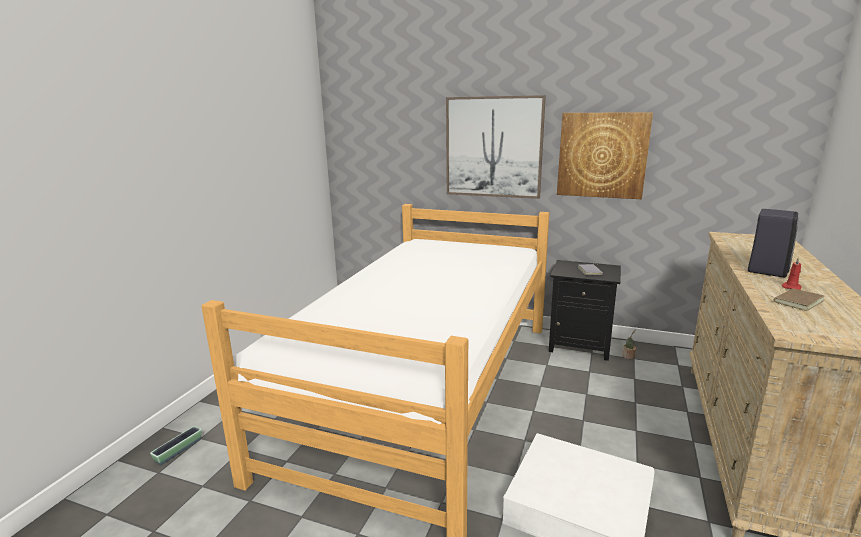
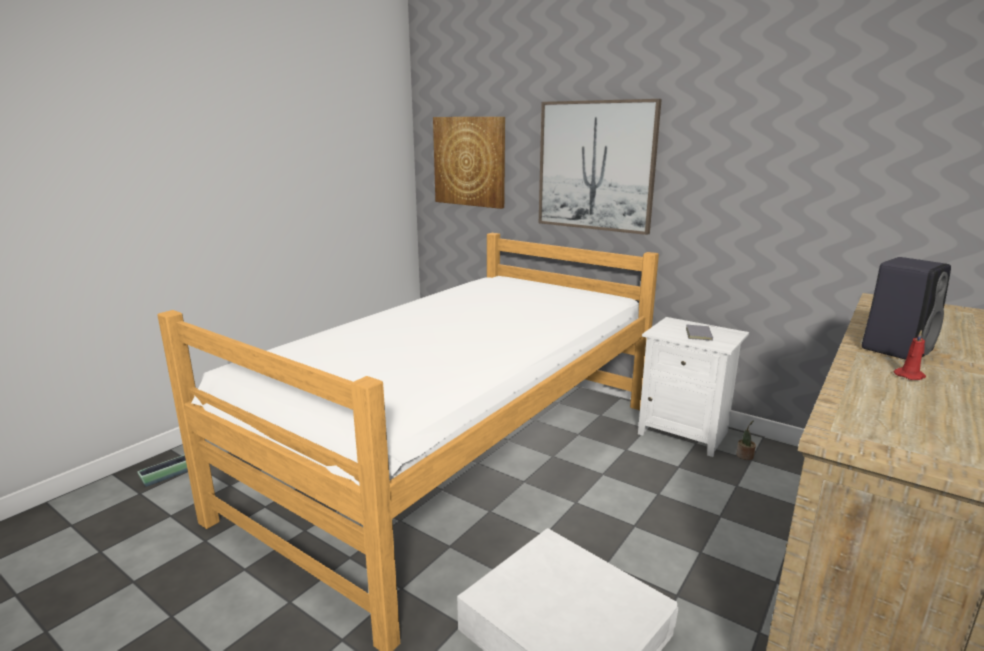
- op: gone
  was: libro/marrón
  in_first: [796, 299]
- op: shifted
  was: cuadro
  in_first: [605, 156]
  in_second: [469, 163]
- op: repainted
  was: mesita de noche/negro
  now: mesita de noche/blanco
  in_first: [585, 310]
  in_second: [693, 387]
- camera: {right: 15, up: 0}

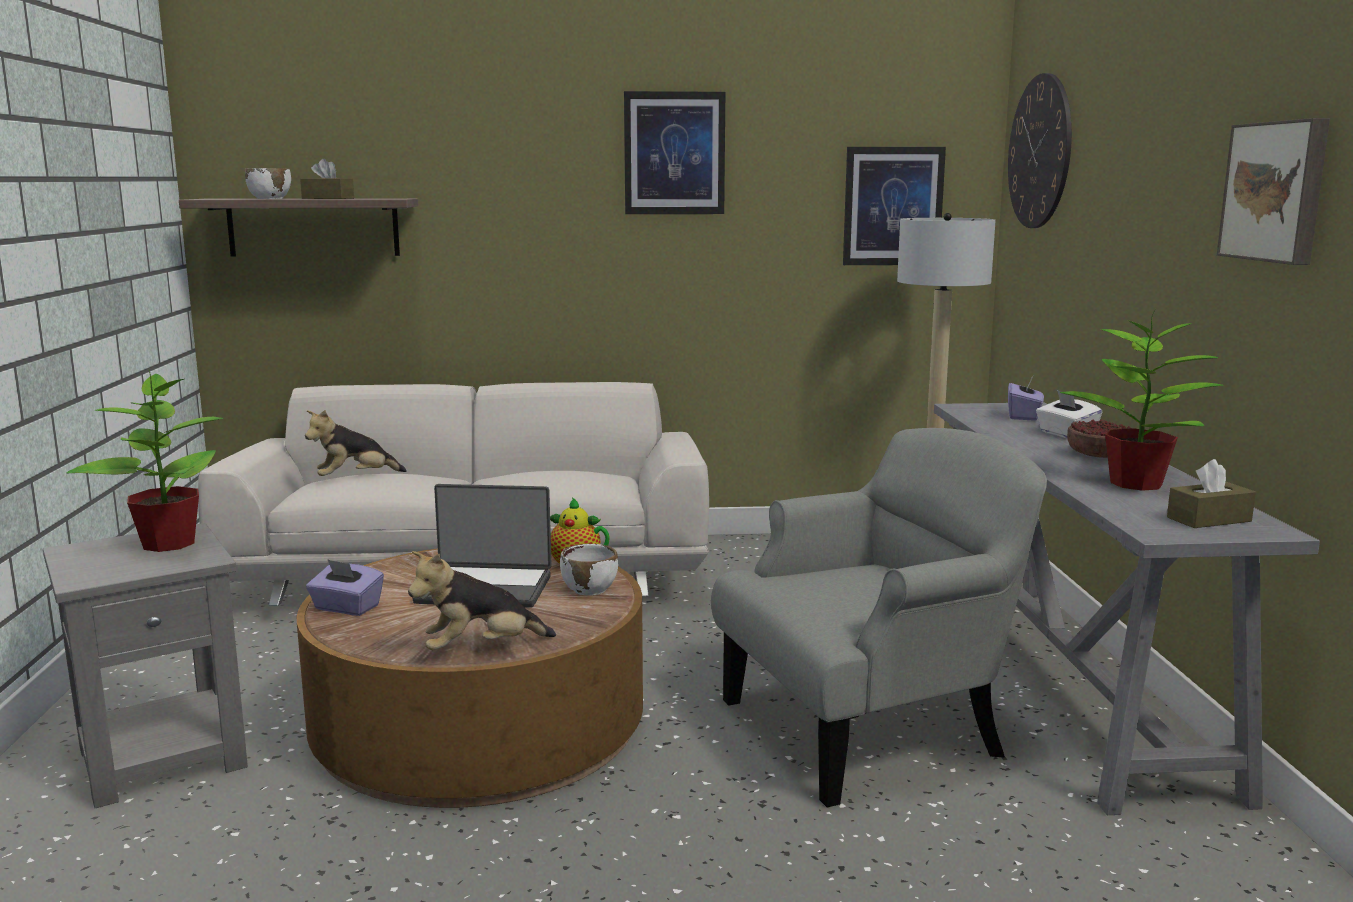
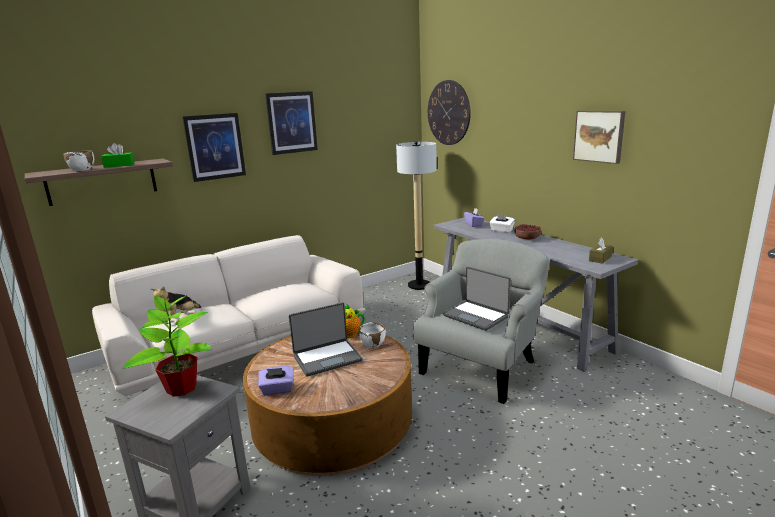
- op: gone
  was: peluche
  in_first: [482, 600]
- op: gone
  was: planta en maceta
  in_first: [1141, 400]
- op: new
  now: portátil
  in_second: [477, 299]
- op: shifted
  was: cuadro
  in_first: [894, 206]
  in_second: [214, 147]
- op: repainted
  was: caja de pañuelos/marrón
  now: caja de pañuelos/verde
  in_first: [327, 179]
  in_second: [118, 155]
- camera: {right: -30, up: 5}

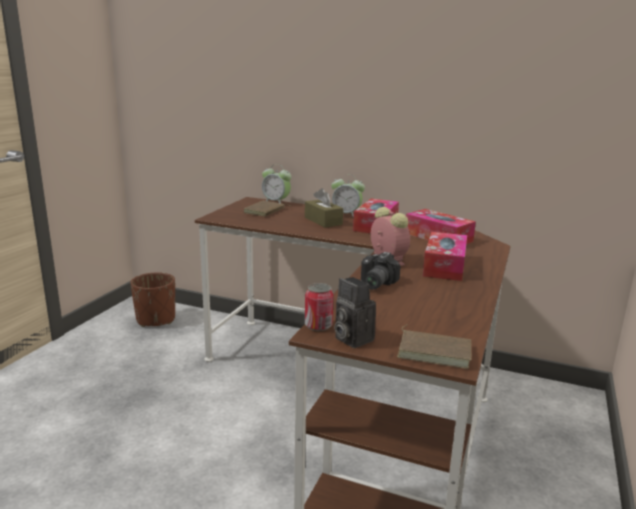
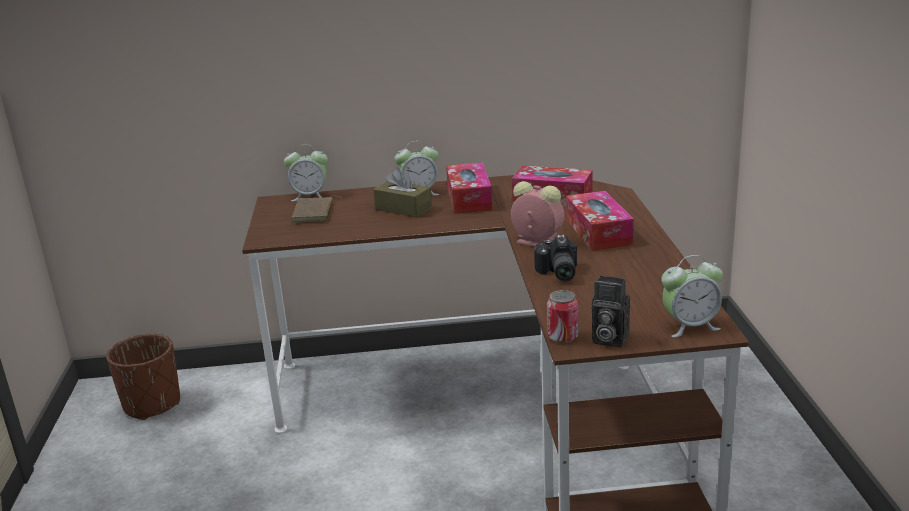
- op: swapped
  was: libro/marrón
  now: despertador
  in_first: [434, 347]
  in_second: [692, 296]
- camera: {right: -25, up: 5}

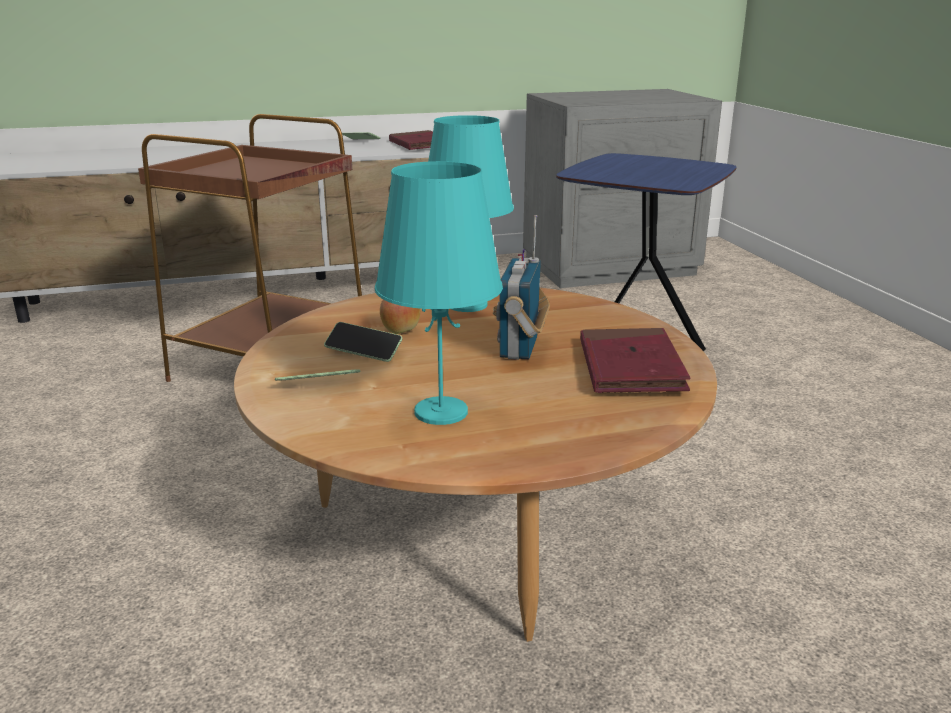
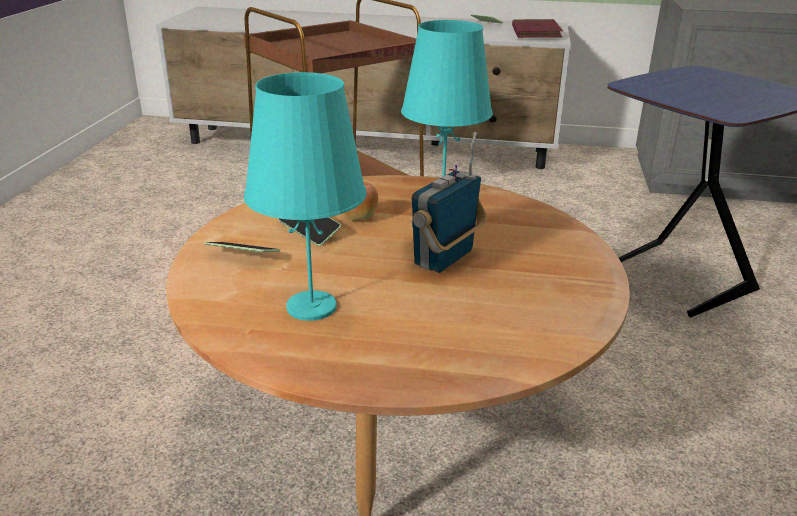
- op: gone
  was: libro/rojo
  in_first: [635, 360]
- camera: {right: 25, up: 5}

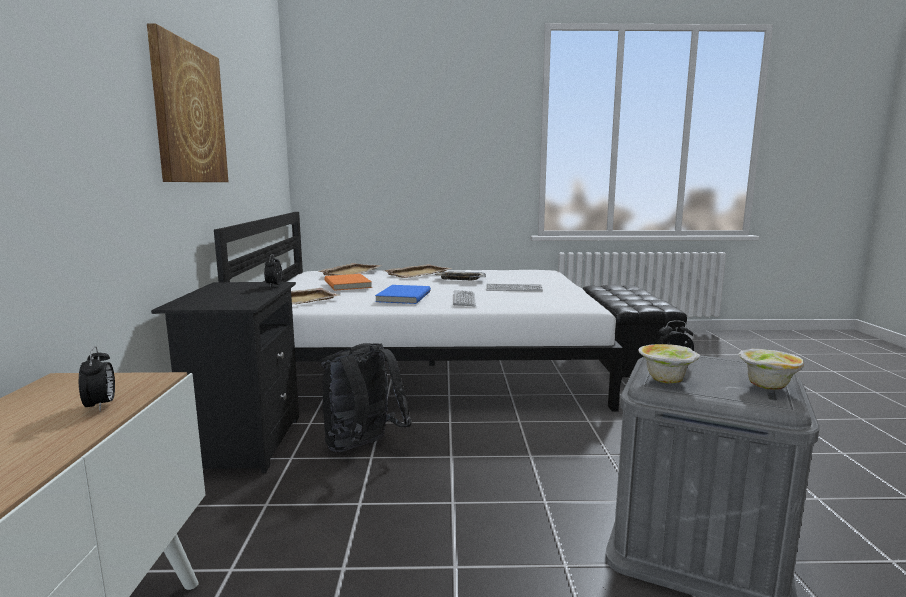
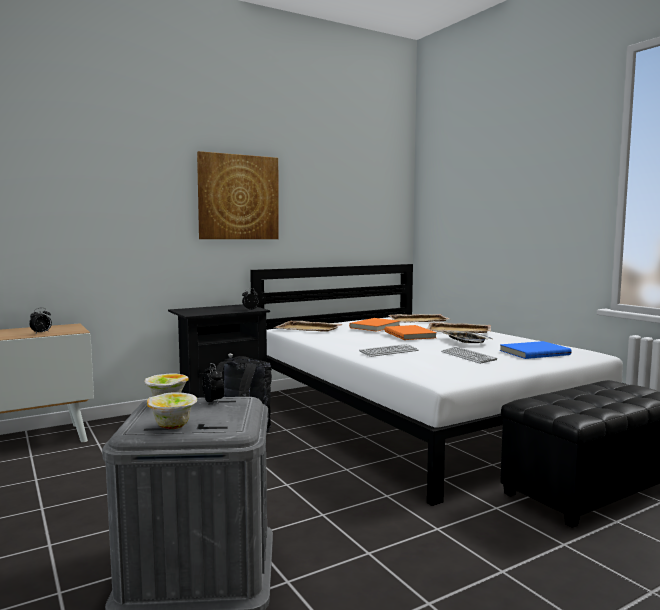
- op: new
  now: libro/naranja
  in_second: [411, 332]
- op: shifted
  was: libro/azul
  in_first: [403, 294]
  in_second: [536, 350]
- camera: {right: 60, up: -5}

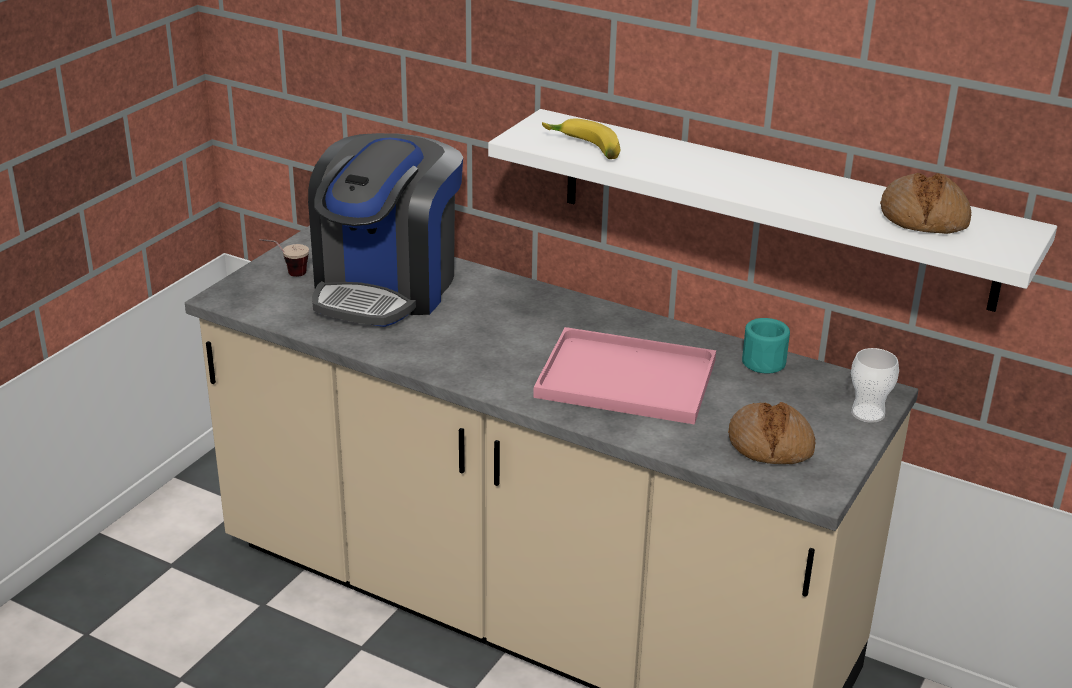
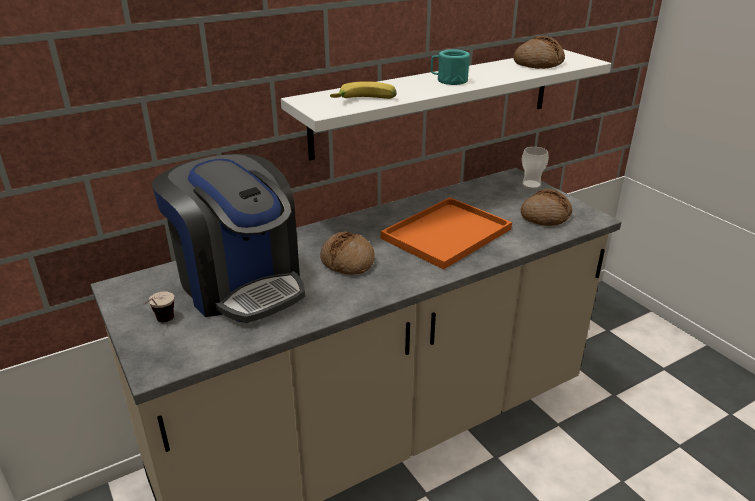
- op: new
  now: pan
  in_second: [347, 253]
- op: shifted
  was: taza grande/turquesa
  in_first: [766, 346]
  in_second: [450, 67]
- op: repainted
  was: bandeja/rosa
  now: bandeja/naranja
  in_first: [624, 376]
  in_second: [446, 233]
- camera: {right: -60, up: 0}

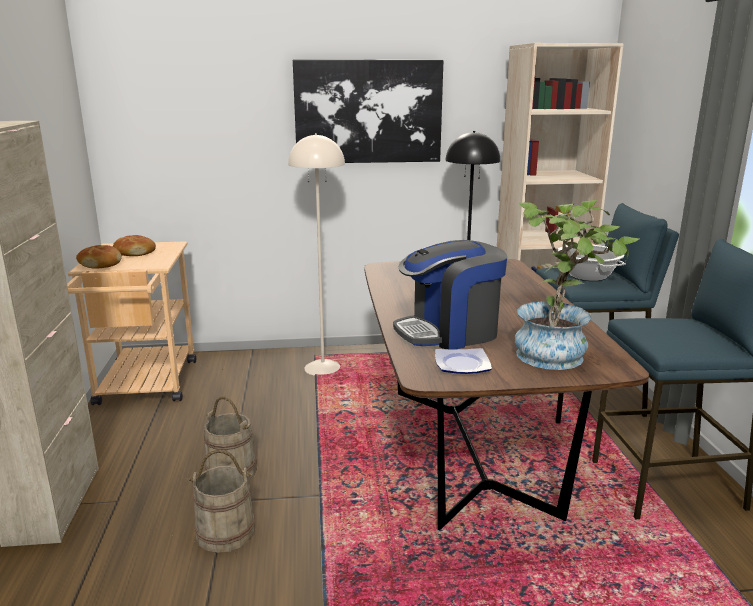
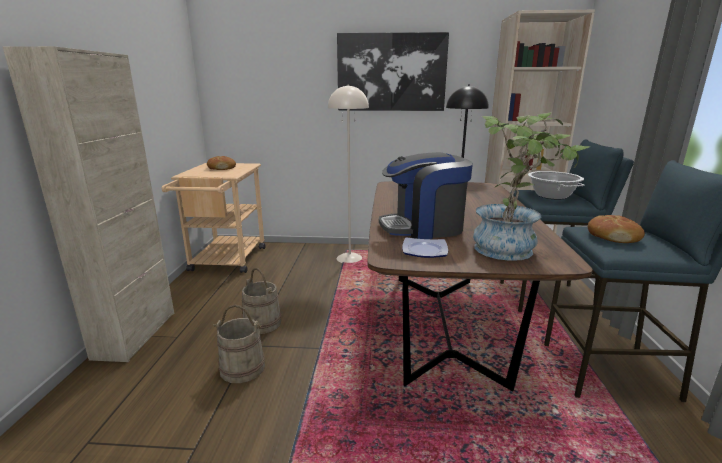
- op: shifted
  was: pan
  in_first: [99, 257]
  in_second: [616, 229]
- camera: {right: 10, up: 0}

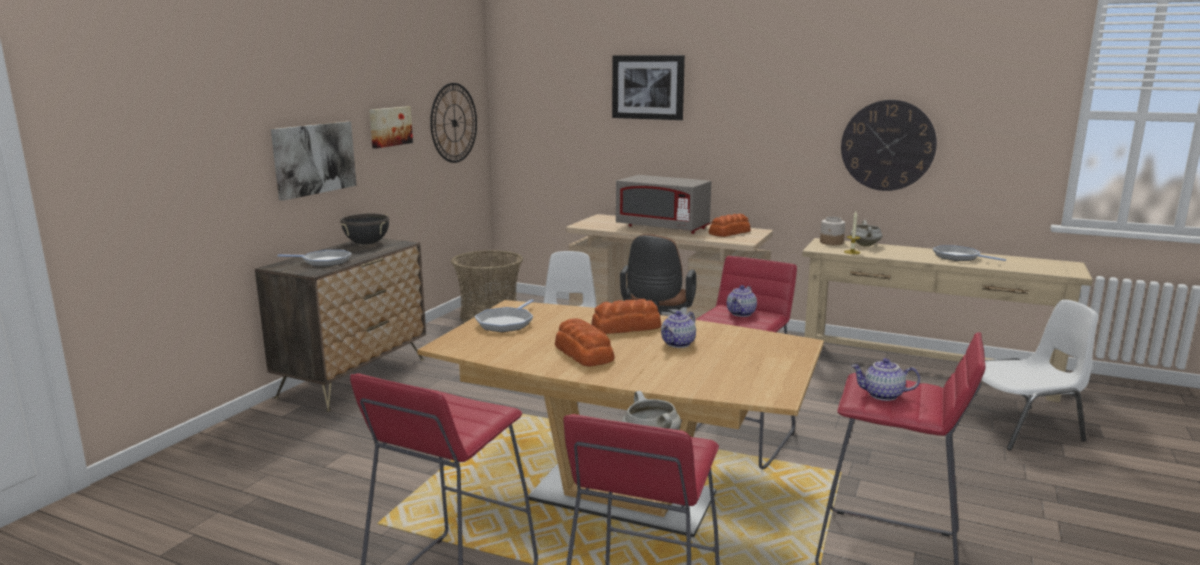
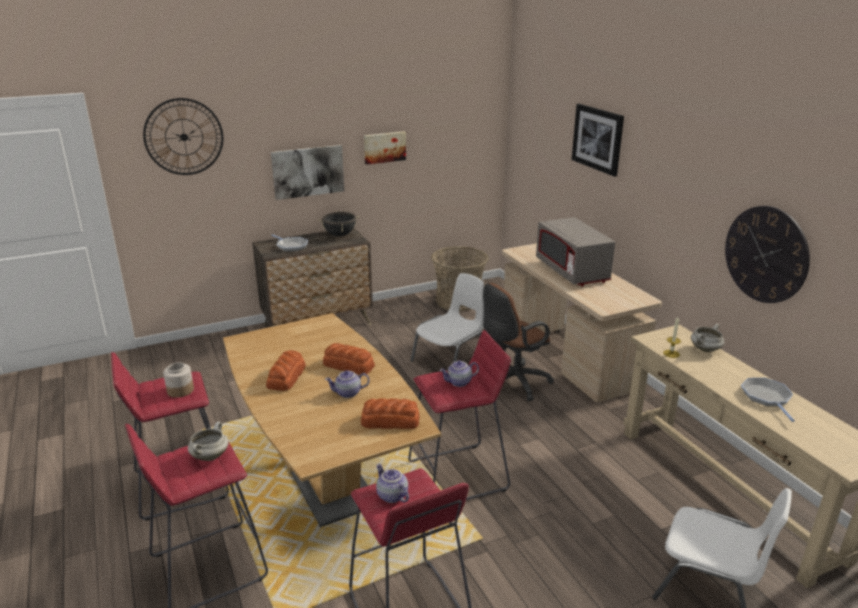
- op: gone
  was: sartén
  in_first: [504, 315]
- op: shifted
  was: reloj de pared
  in_first: [453, 123]
  in_second: [183, 136]
- op: shifted
  was: pan
  in_first: [730, 225]
  in_second: [390, 413]
- op: shifted
  was: tarro
  in_first: [832, 231]
  in_second: [178, 380]
- camera: {right: 40, up: 10}

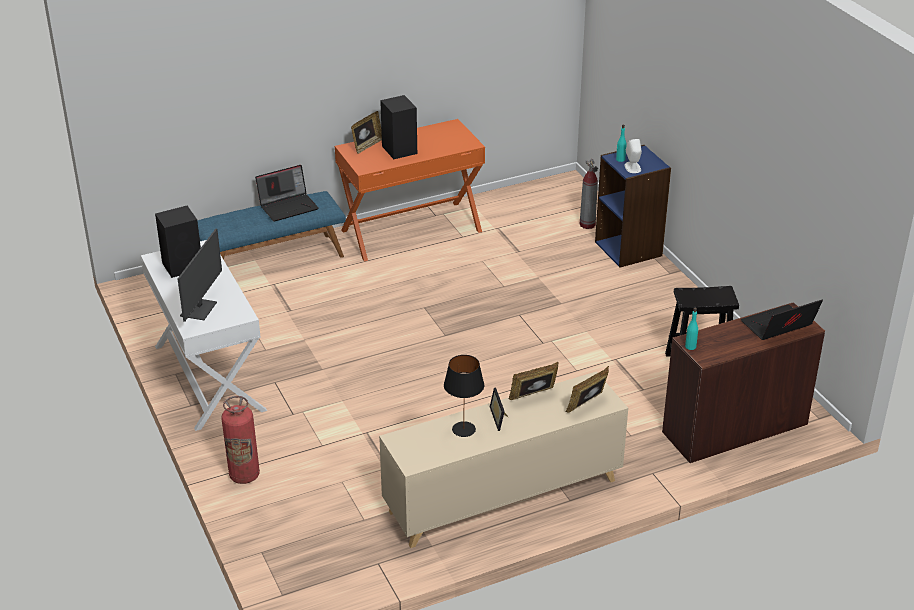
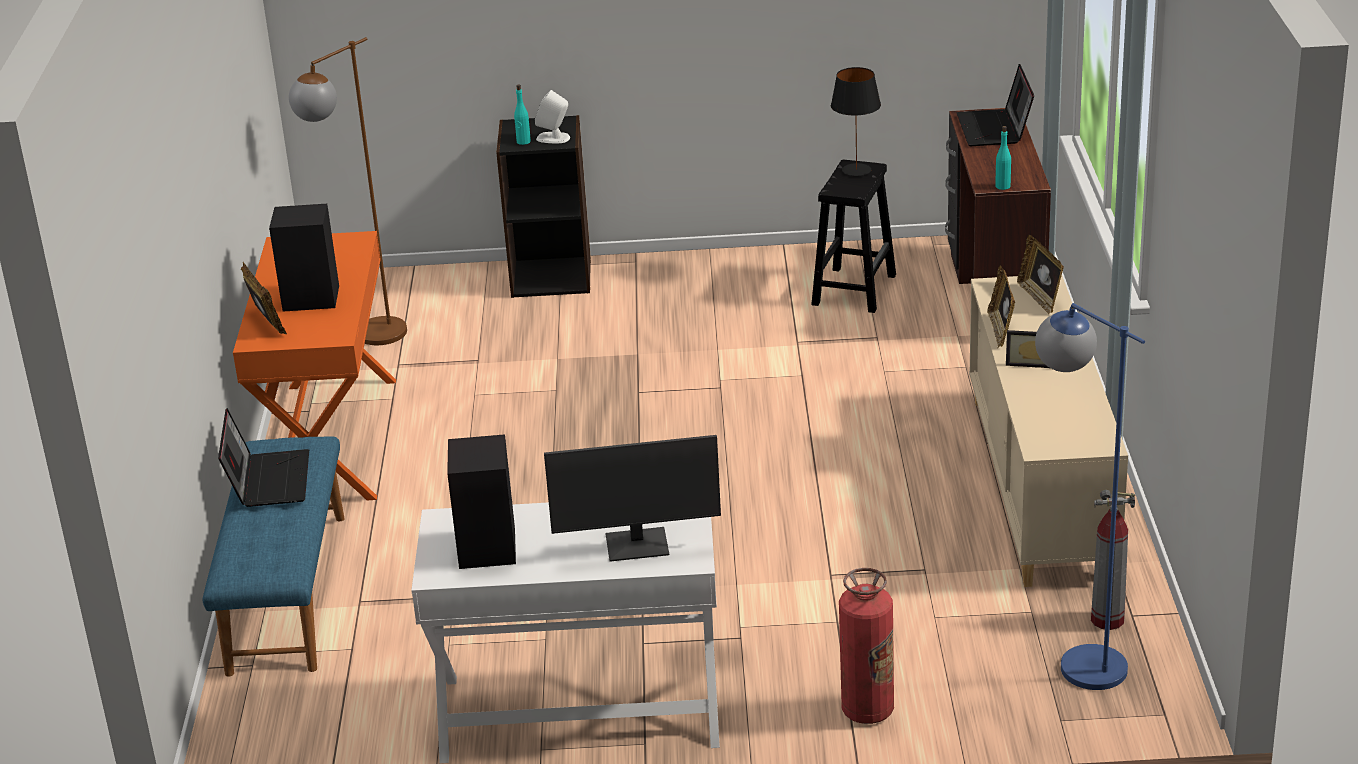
- op: new
  now: lámpara de pie/marrón
  in_second: [348, 191]
- op: new
  now: lámpara de pie/azul
  in_second: [1090, 496]
- op: shifted
  was: lámpara de mesa/negro
  in_first: [464, 396]
  in_second: [856, 121]
- op: shifted
  was: extintor
  in_first: [589, 194]
  in_second: [1113, 560]
- op: repainted
  was: estantería/azul
  now: estantería/negro
  in_first: [633, 206]
  in_second: [543, 206]
- op: rotated
  was: monitor
  in_first: [200, 275]
  in_second: [632, 498]
  clockwise: 135
- camera: {right: -65, up: -5}

